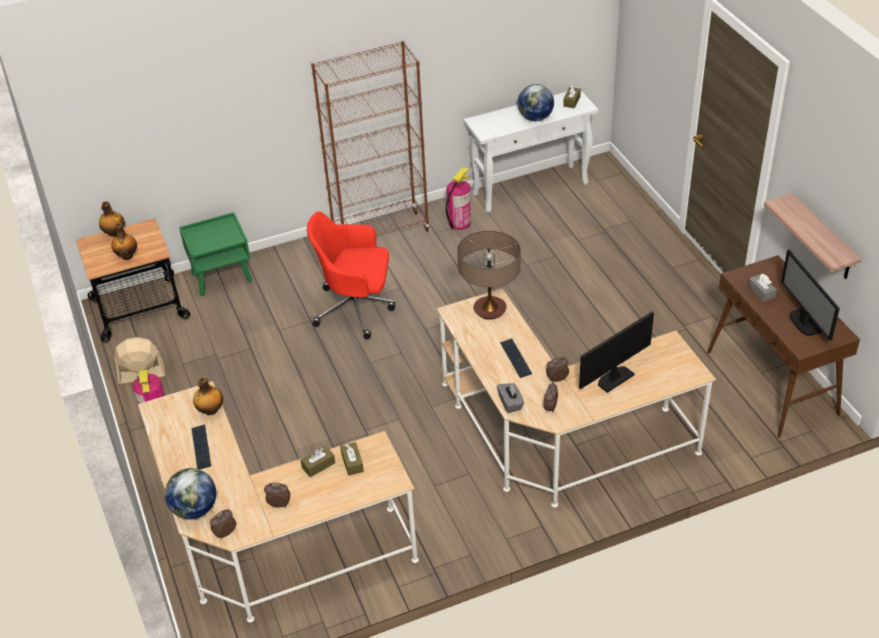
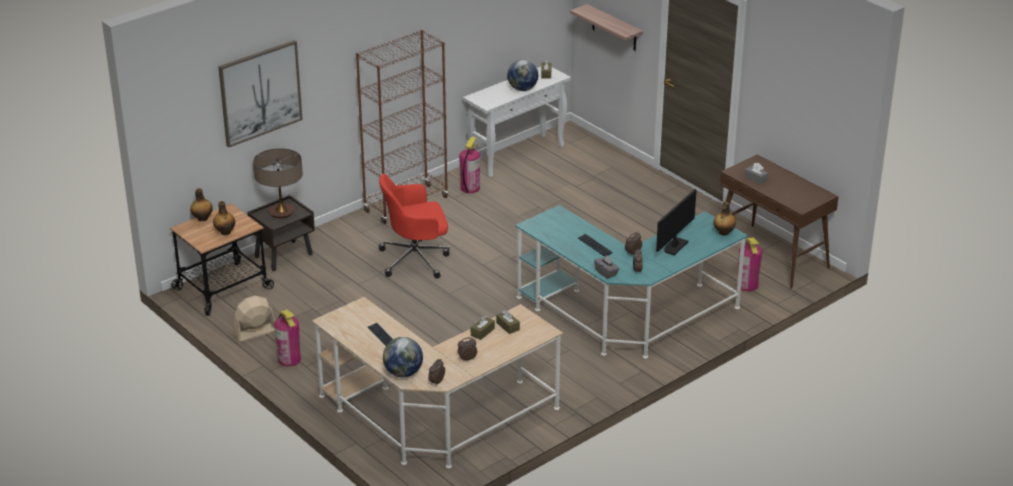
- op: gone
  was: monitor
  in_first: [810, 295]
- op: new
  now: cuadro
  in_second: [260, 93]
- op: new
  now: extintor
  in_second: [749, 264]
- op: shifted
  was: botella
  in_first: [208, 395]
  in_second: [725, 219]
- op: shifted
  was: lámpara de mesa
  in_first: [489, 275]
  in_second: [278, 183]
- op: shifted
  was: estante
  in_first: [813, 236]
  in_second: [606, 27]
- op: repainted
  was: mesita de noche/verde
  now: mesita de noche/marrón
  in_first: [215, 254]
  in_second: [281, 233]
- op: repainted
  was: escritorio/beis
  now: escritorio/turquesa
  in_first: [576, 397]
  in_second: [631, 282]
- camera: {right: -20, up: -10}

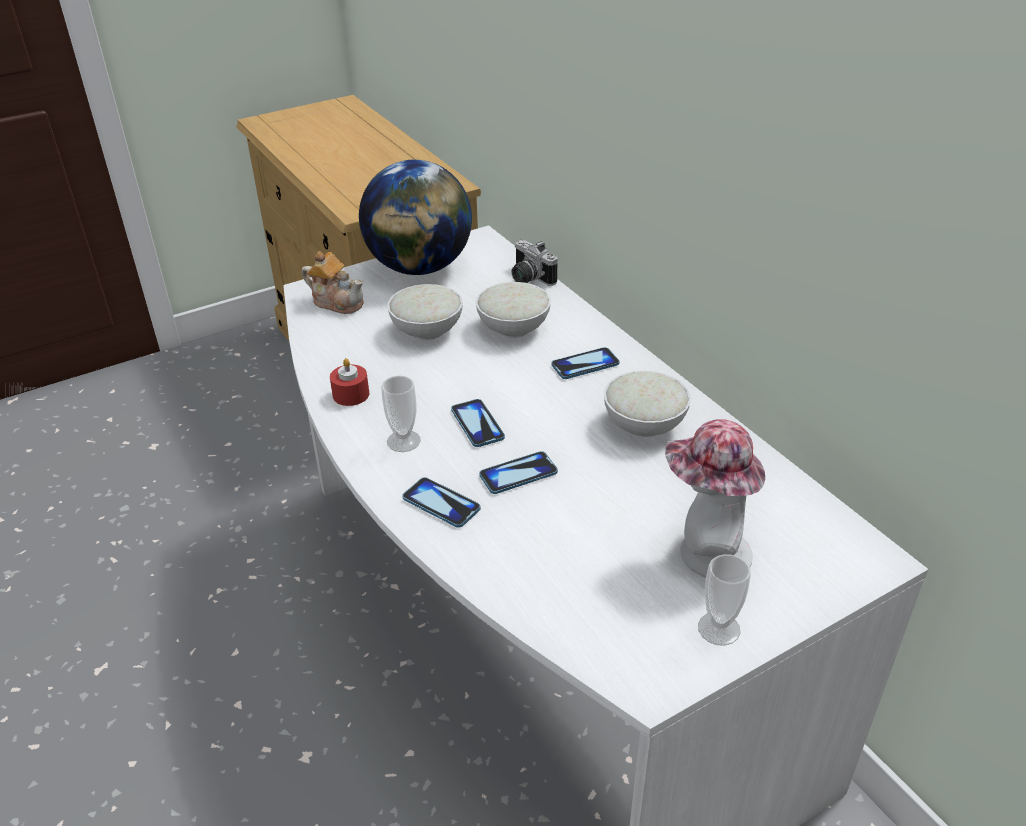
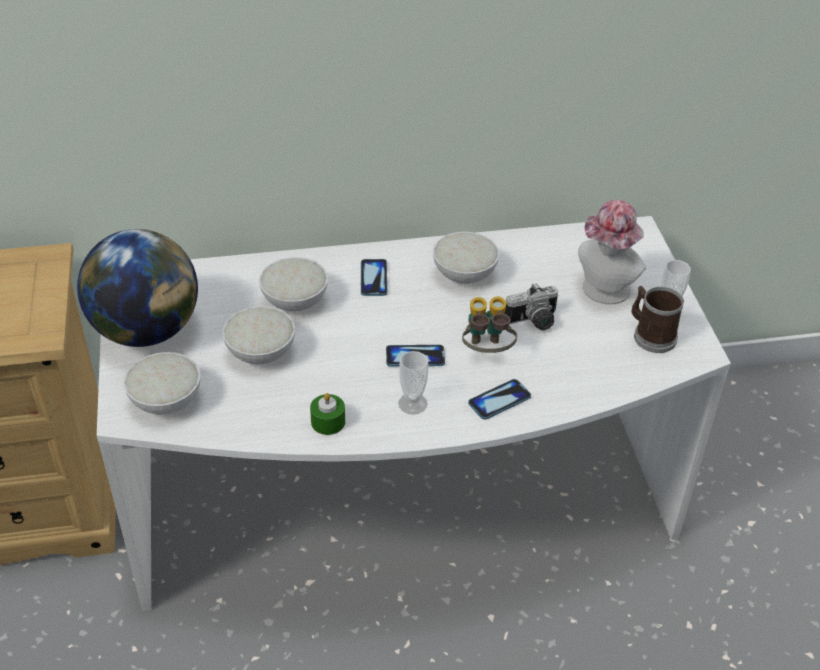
- op: new
  now: taza grande
  in_second: [658, 319]
- op: shifted
  was: cámara
  in_first: [534, 263]
  in_second: [531, 306]
- op: swapped
  was: tetera
  now: cuenco/blanco
  in_first: [333, 282]
  in_second: [161, 383]
- op: swapped
  was: móvil
  now: prismáticos
  in_first: [518, 472]
  in_second: [489, 325]
- op: repainted
  was: vela/rojo
  now: vela/verde
  in_first: [349, 382]
  in_second: [327, 414]
- camera: {right: -70, up: 5}

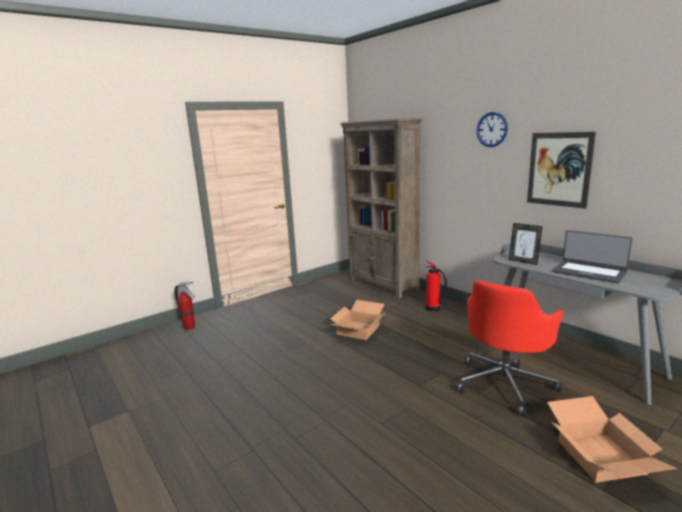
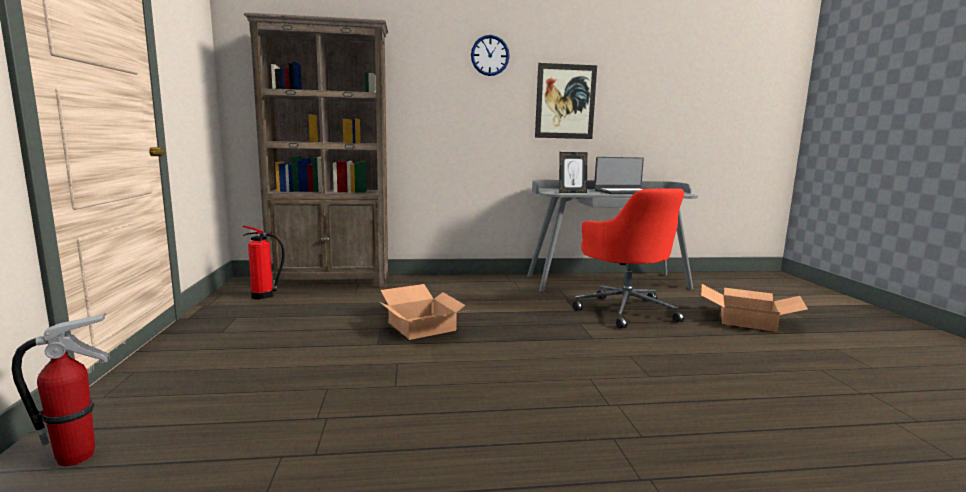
- op: shifted
  was: extintor
  in_first: [436, 286]
  in_second: [264, 263]
- camera: {right: -60, up: -5}

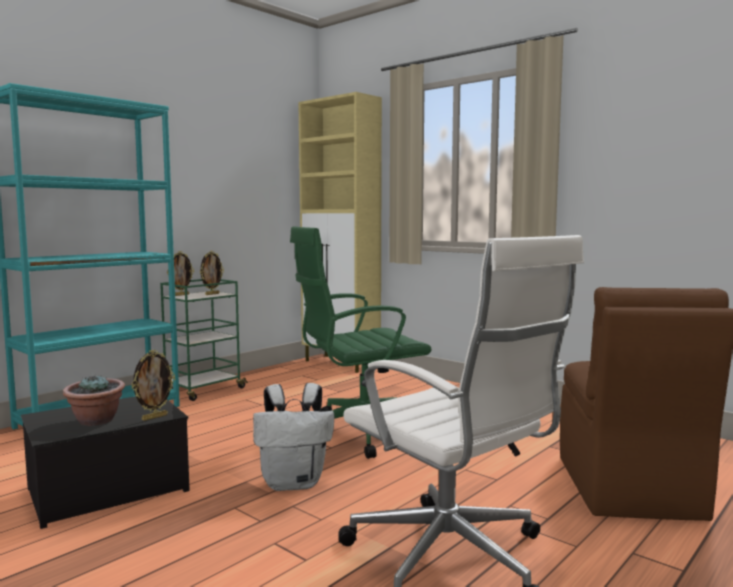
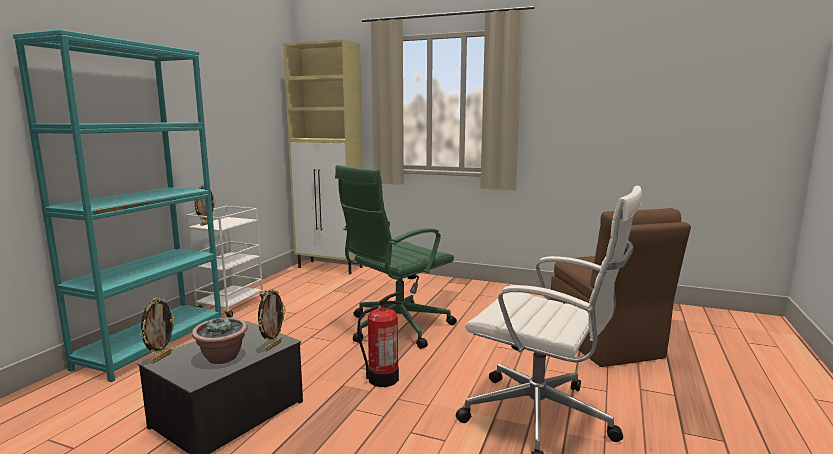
- op: shifted
  was: portarretratos
  in_first: [212, 273]
  in_second: [158, 330]
- op: swapped
  was: mochila/blanco
  now: extintor
  in_first: [294, 437]
  in_second: [379, 339]
- op: repainted
  was: carrito/verde
  now: carrito/blanco
  in_first: [204, 340]
  in_second: [226, 261]
- camera: {right: -20, up: 5}

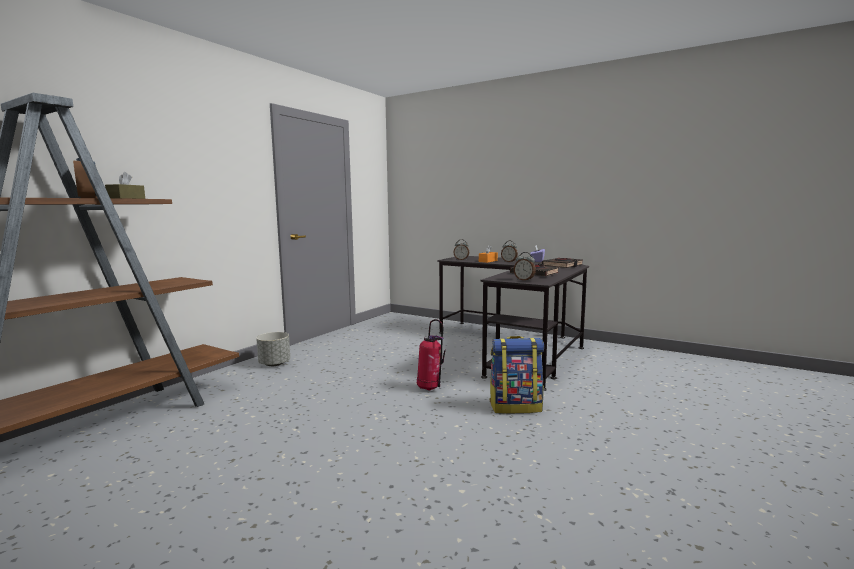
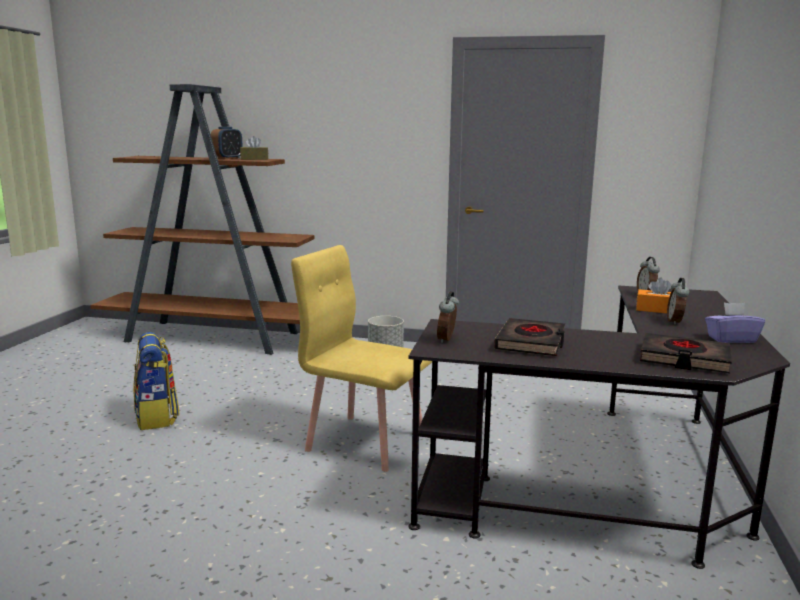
- op: shifted
  was: mochila
  in_first: [516, 375]
  in_second: [156, 381]
- op: swapped
  was: extintor
  now: silla/amarillo
  in_first: [431, 355]
  in_second: [361, 358]
- camera: {right: 70, up: 5}

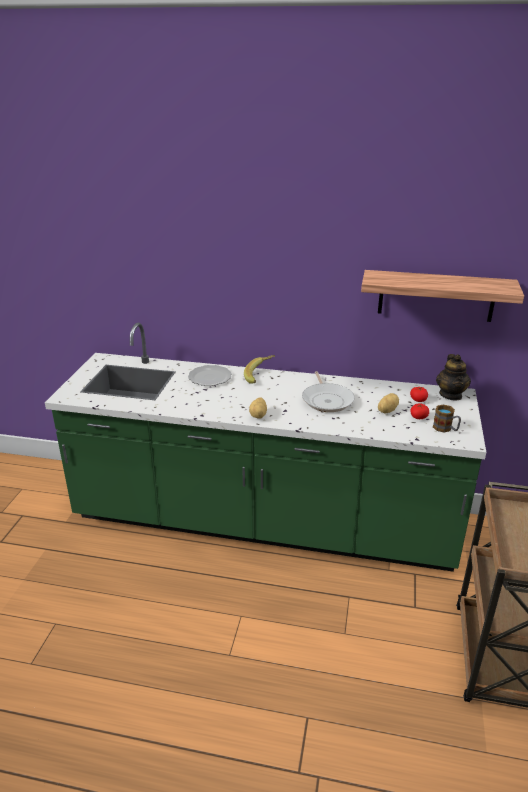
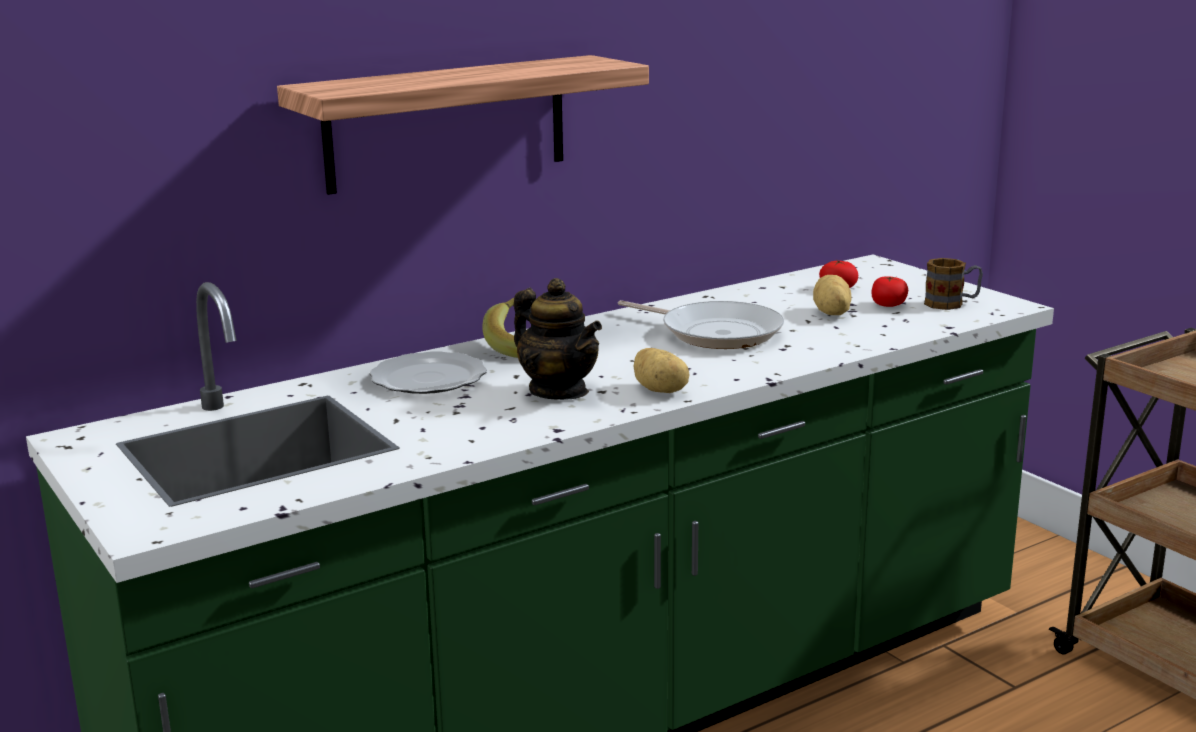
- op: shifted
  was: estante
  in_first: [442, 296]
  in_second: [463, 125]
- op: shifted
  was: tetera
  in_first: [453, 377]
  in_second: [557, 339]
- camera: {right: -45, up: -10}

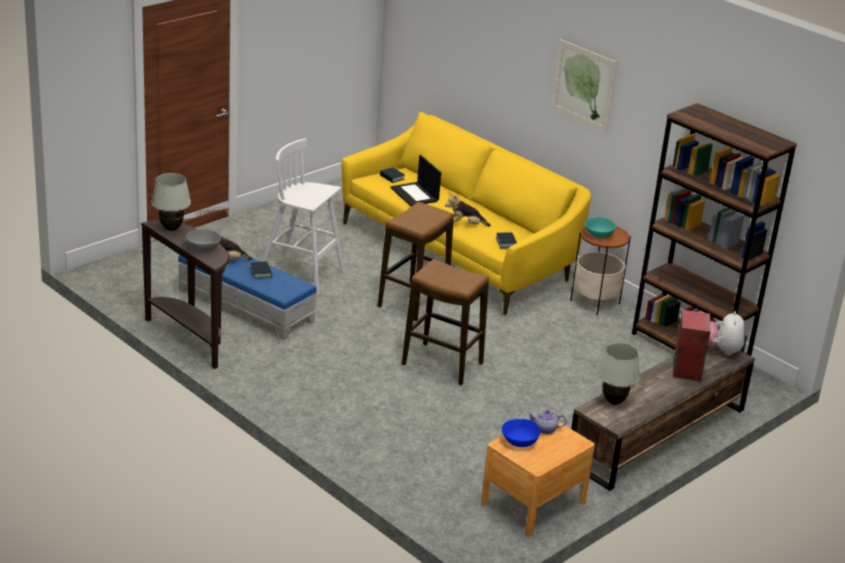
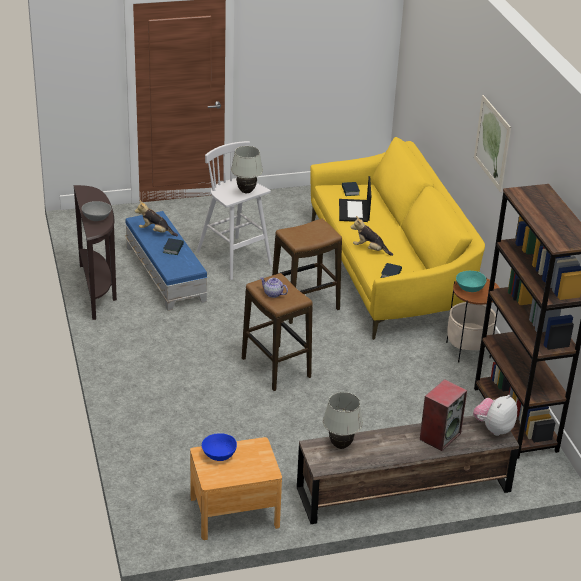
- op: shifted
  was: lámpara de mesa/blanco
  in_first: [171, 202]
  in_second: [247, 169]
- op: shifted
  was: tetera
  in_first: [547, 422]
  in_second: [274, 287]
- camera: {right: 30, up: 5}

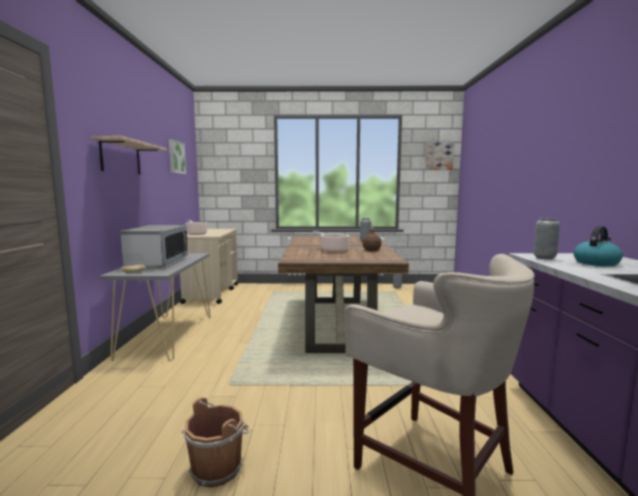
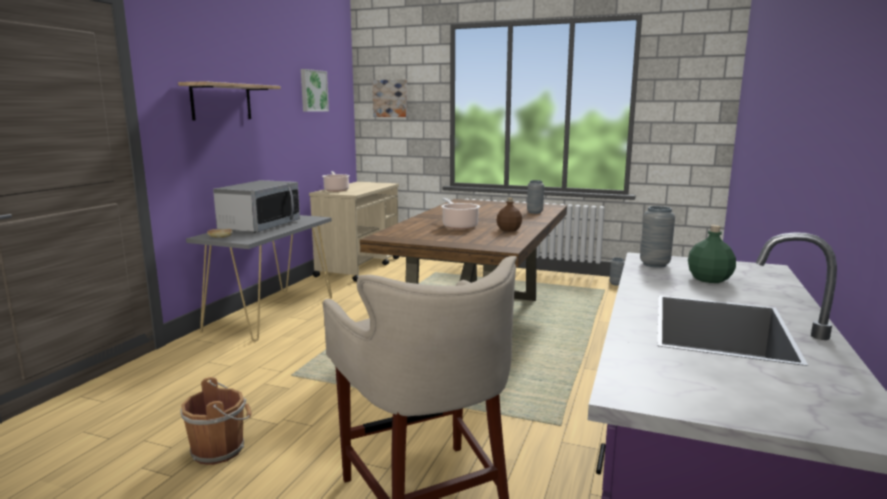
- op: shifted
  was: cuadro
  in_first: [439, 156]
  in_second: [389, 98]
- op: swapped
  was: hervidor
  now: botella/verde
  in_first: [598, 246]
  in_second: [712, 254]
- camera: {right: 20, up: 5}

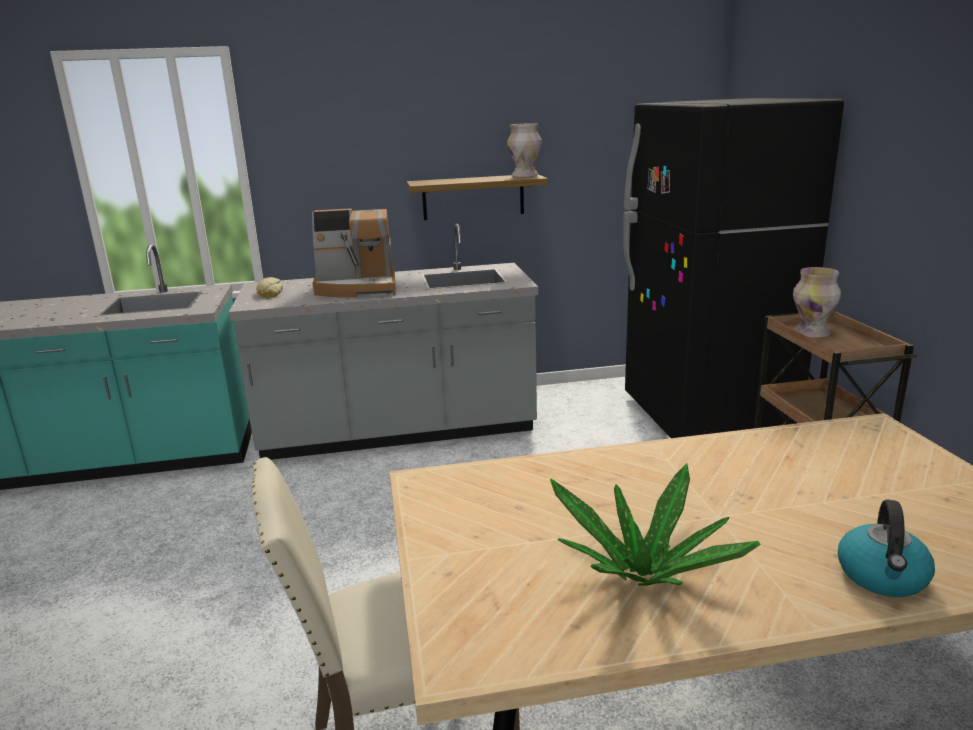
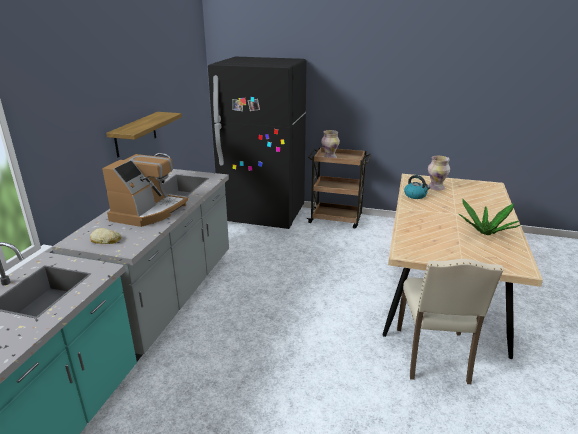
- op: shifted
  was: florero
  in_first: [524, 150]
  in_second: [439, 173]
- op: shifted
  was: hervidor
  in_first: [886, 548]
  in_second: [417, 187]
- camera: {right: -65, up: 5}

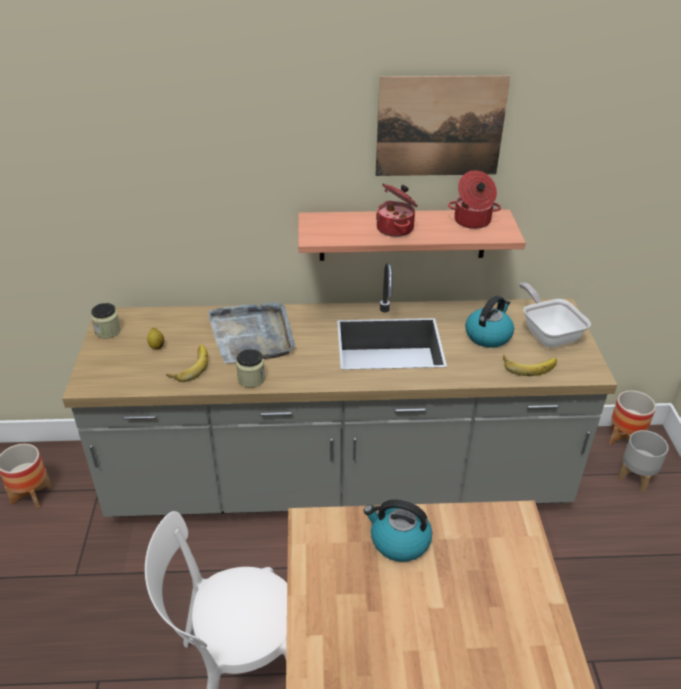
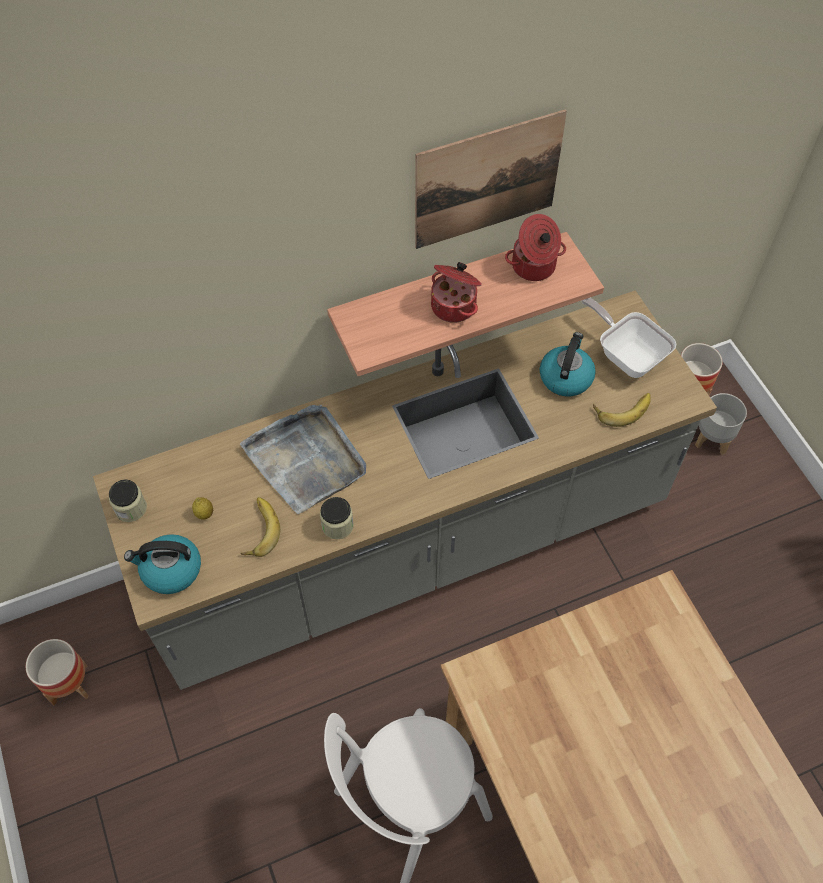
- op: shifted
  was: hervidor
  in_first: [398, 530]
  in_second: [162, 564]
- camera: {right: -20, up: 20}

